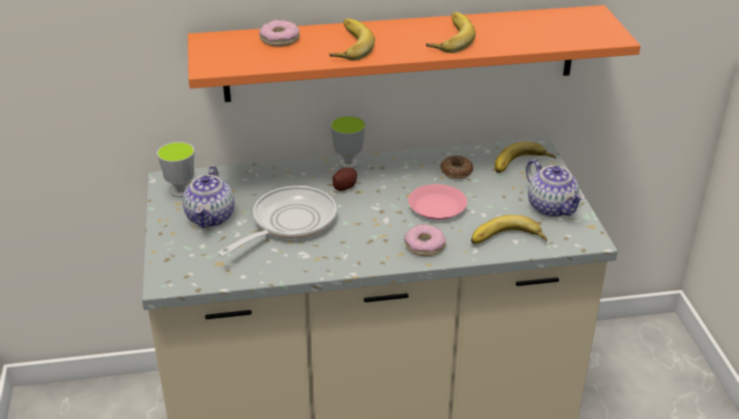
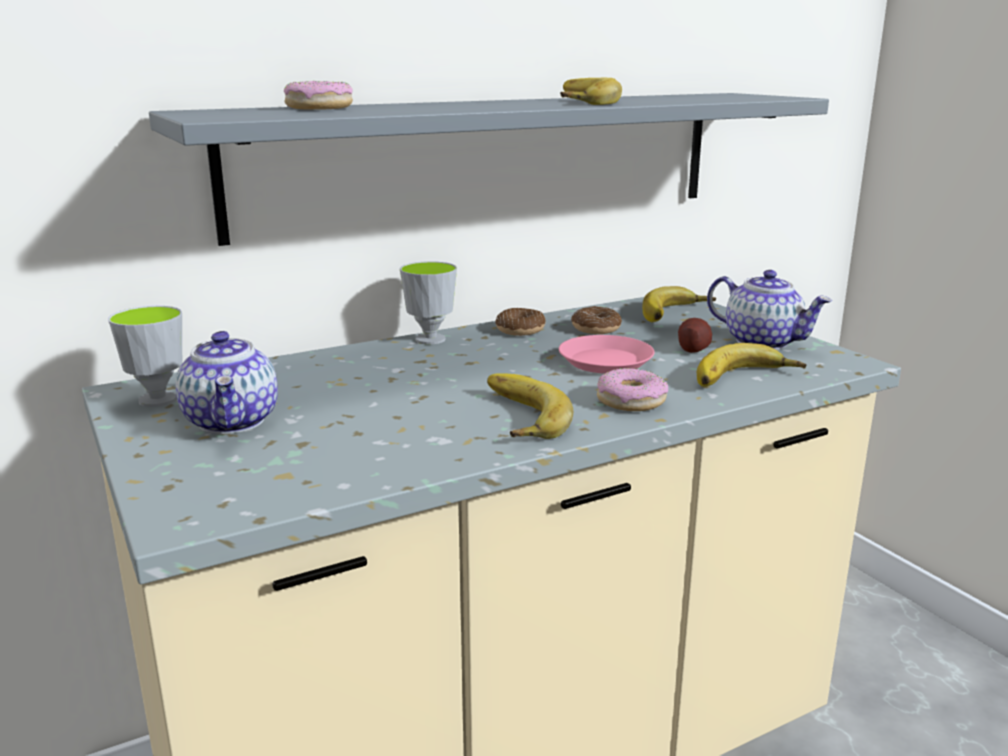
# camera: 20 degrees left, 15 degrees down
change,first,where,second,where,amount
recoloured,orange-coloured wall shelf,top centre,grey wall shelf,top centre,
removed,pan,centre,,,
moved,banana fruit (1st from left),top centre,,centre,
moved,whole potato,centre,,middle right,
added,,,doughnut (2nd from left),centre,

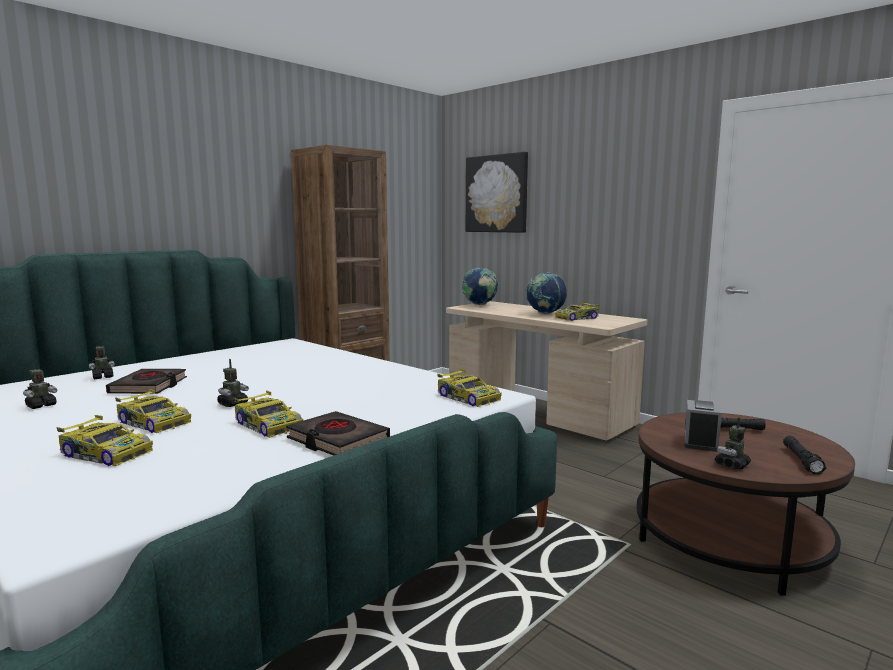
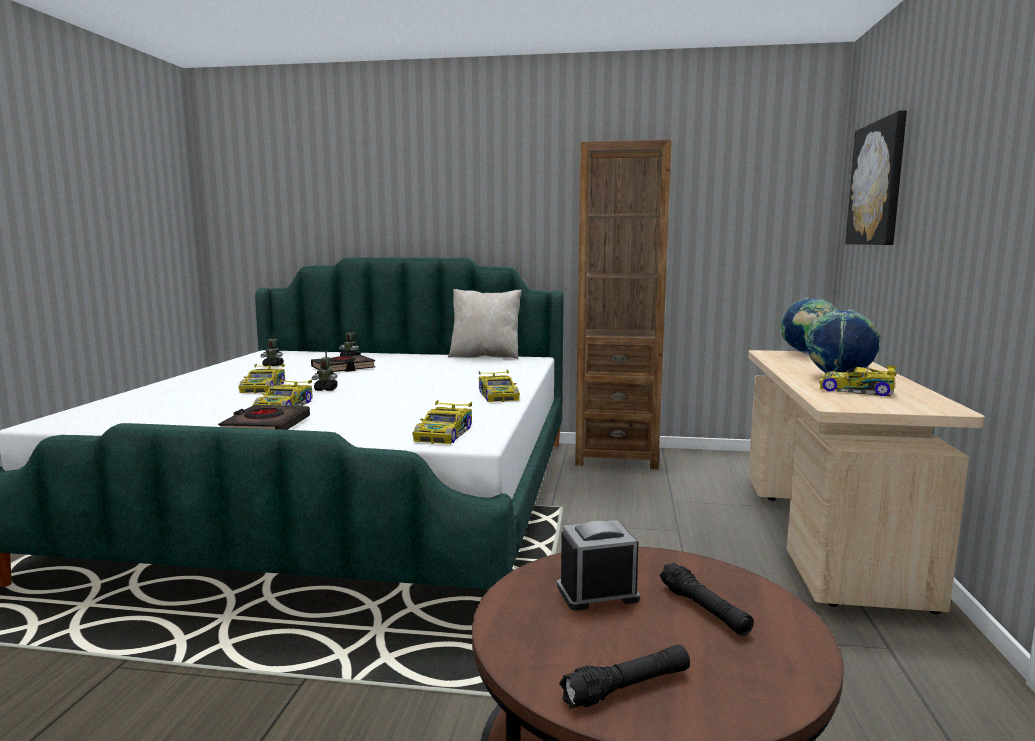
# camera: 55 degrees right, 0 degrees up
change,first,where,second,where,amount
moved,model car (1st from left in the first image),middle left,model car (4th from left),centre,
removed,robot figure (4th from left),middle right,,,
added,,,beige-coloured cushion,centre,

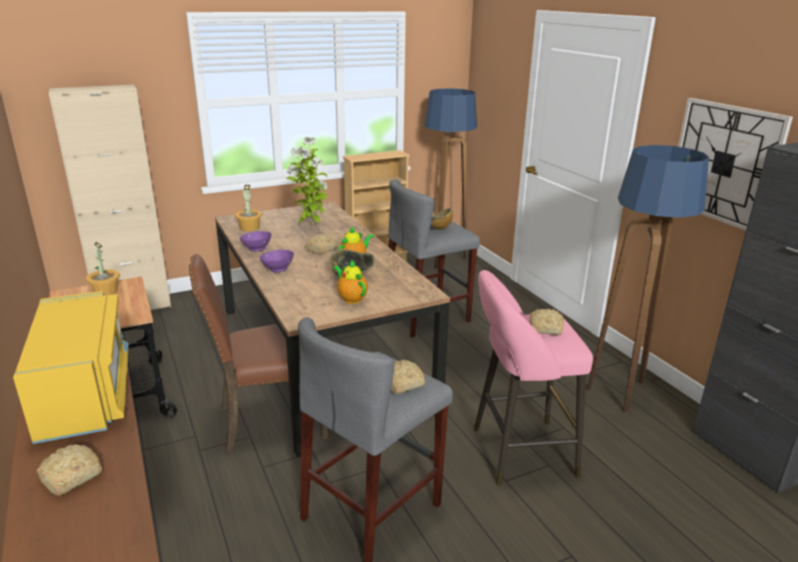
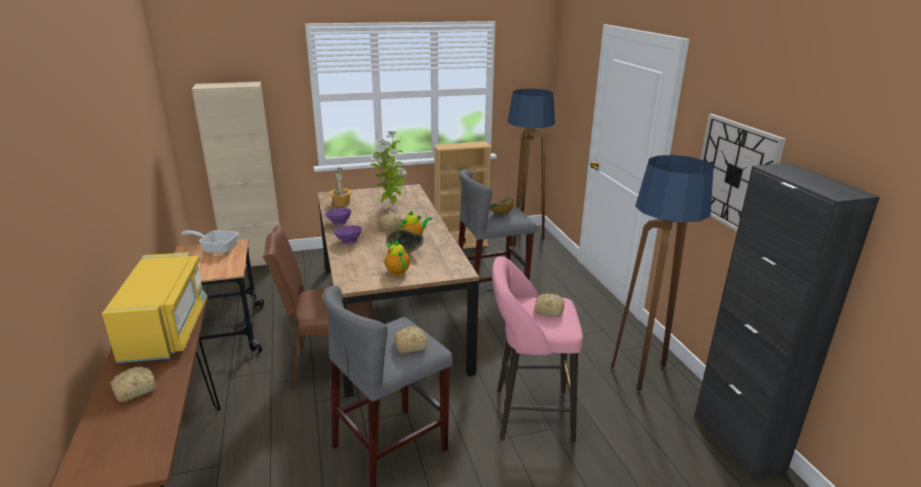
# camera: 10 degrees right, 0 degrees up
change,first,where,second,where,amount
replaced,plant in a pot (1st from left),middle left,pan,middle left,

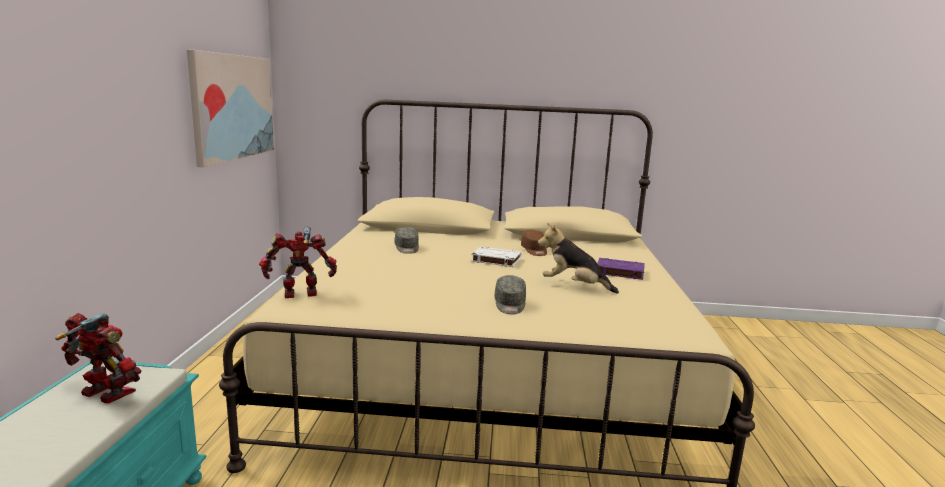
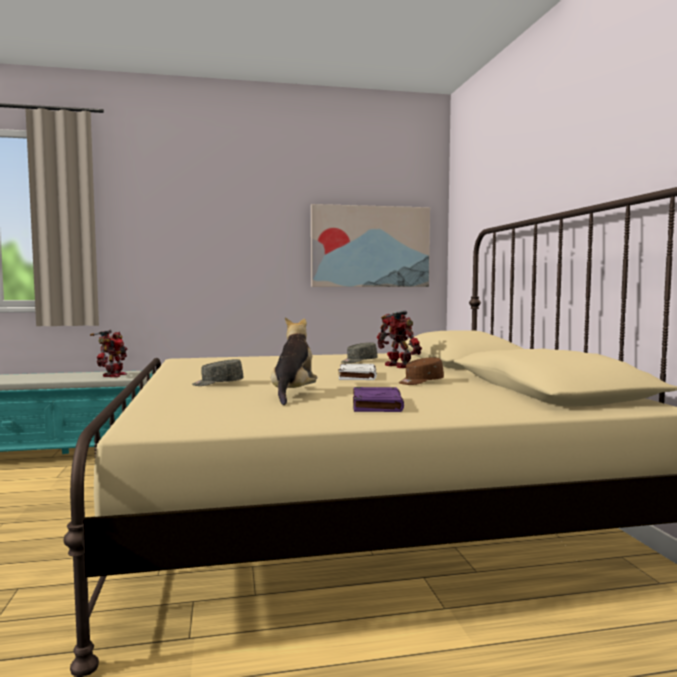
# camera: 75 degrees right, 10 degrees down
change,first,where,second,where,amount
moved,robot figure (2nd from left),middle left,,centre,

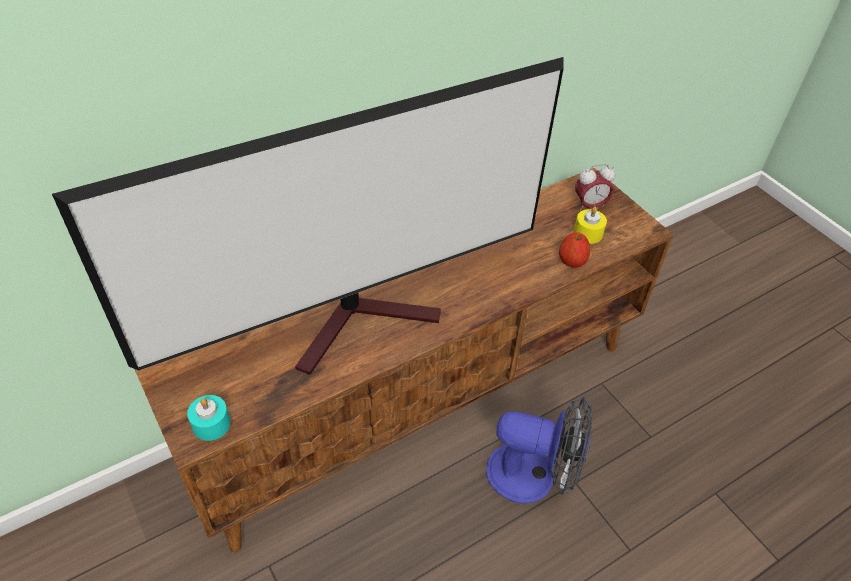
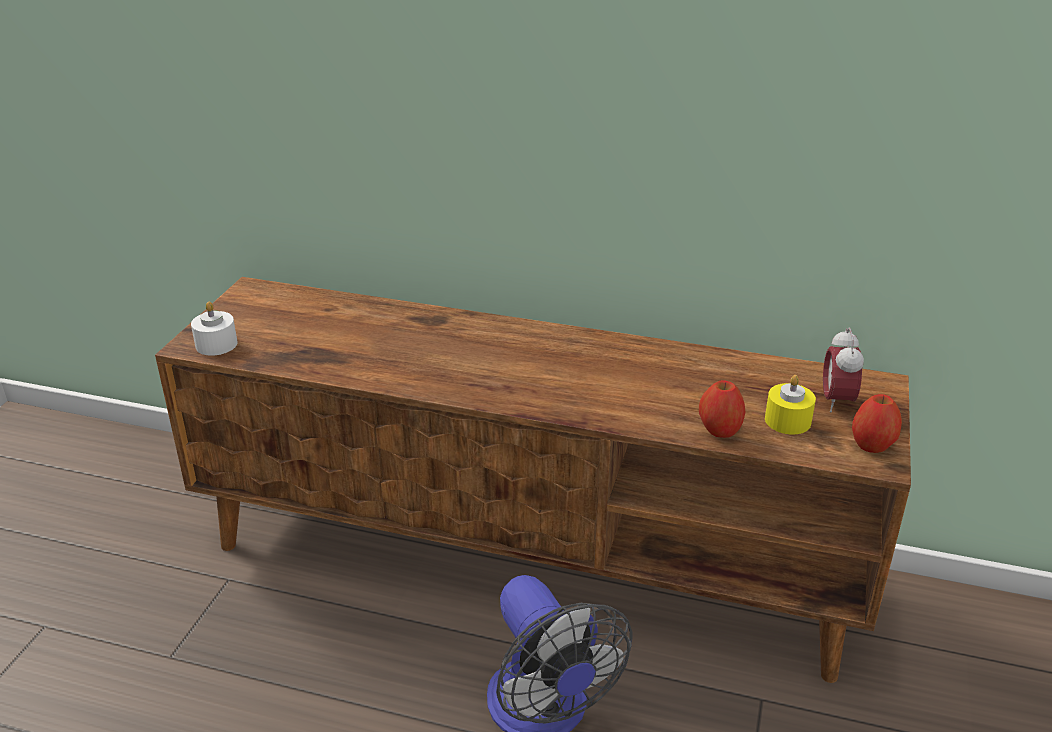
# camera: 50 degrees right, 15 degrees down
change,first,where,second,where,amount
removed,television,centre,,,
recoloured,turquoise-coloured wax light,bottom left,whitish wax light,middle left,
turned,alarm clock,top right,,middle right,60 degrees clockwise
added,,,whole apple (2nd from left),middle right,

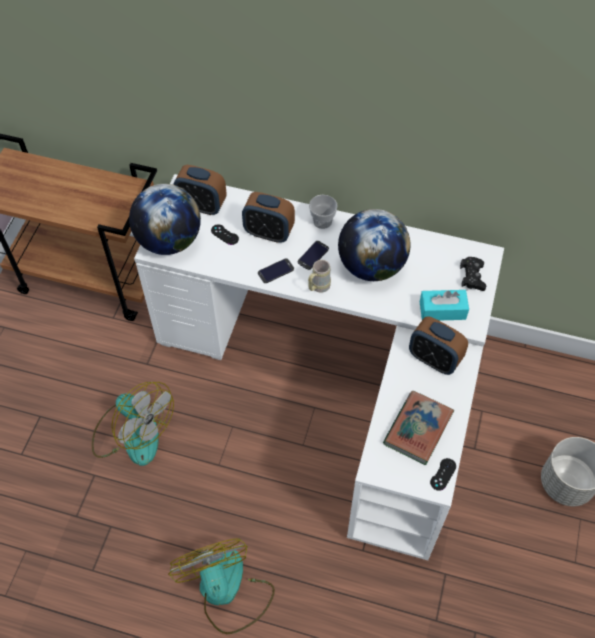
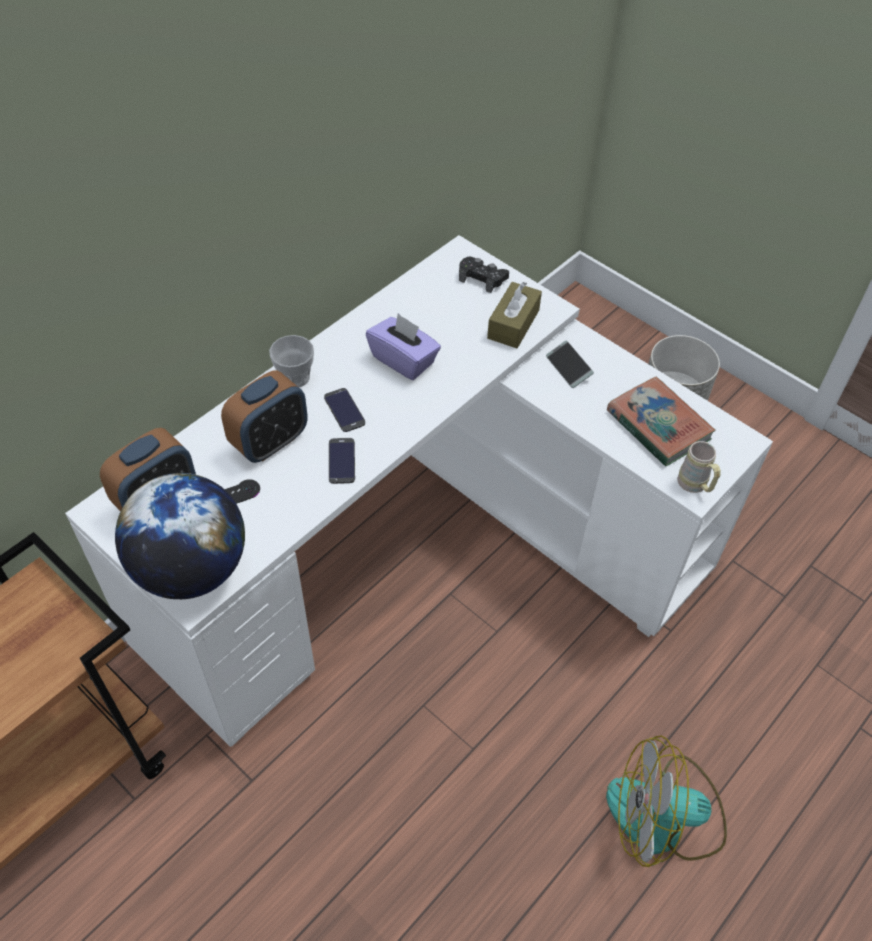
# camera: 65 degrees left, 5 degrees down
change,first,where,second,where,amount
removed,electric fan (1st from left),middle left,,,
moved,beige-coloured coffee mug,centre,,middle right,
replaced,world globe (2nd from left),centre,purplish tissue box,centre,
replaced,alarm clock (3rd from left),middle right,telephone (3rd from left),centre,
recoloured,turquoise-coloured tissue box,middle right,brownish tissue box,centre,
removed,black gamepad (2nd from left),bottom right,,,

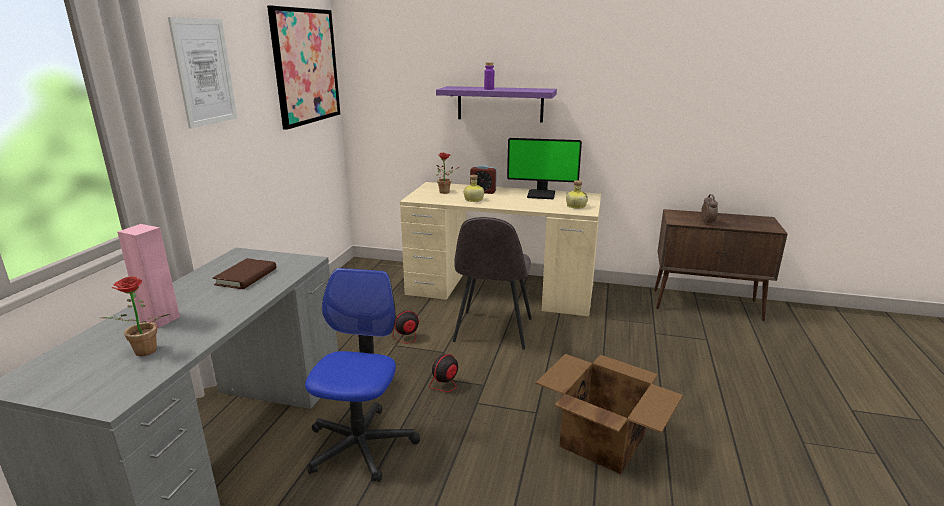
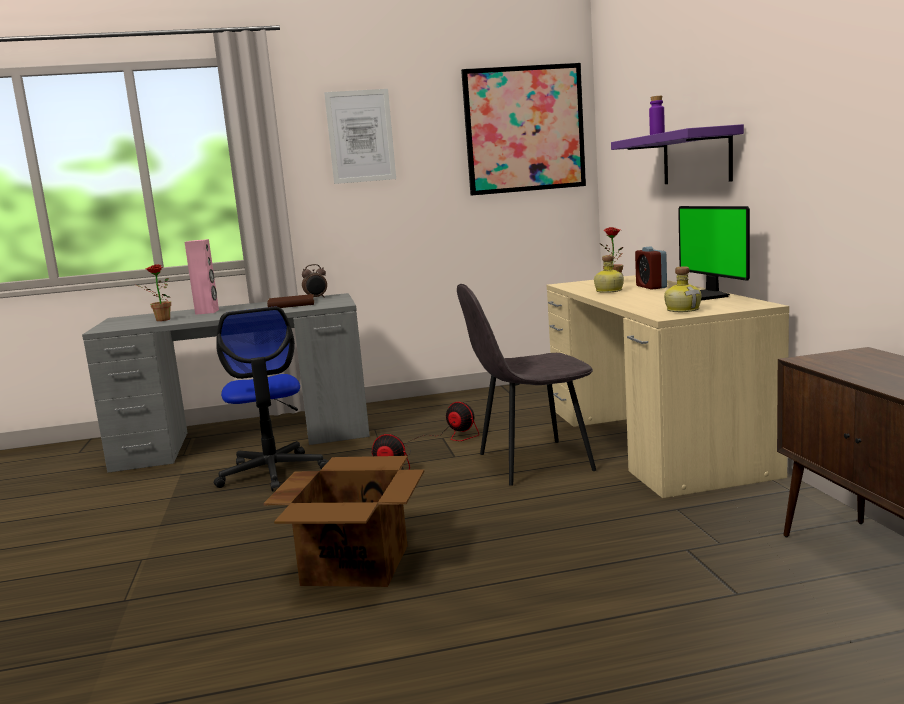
# camera: 65 degrees right, 10 degrees down
change,first,where,second,where,amount
turned,computer chair,bottom centre,,middle left,90 degrees clockwise
moved,alarm clock (2nd from left in the first image),middle right,alarm clock (1st from left),centre,

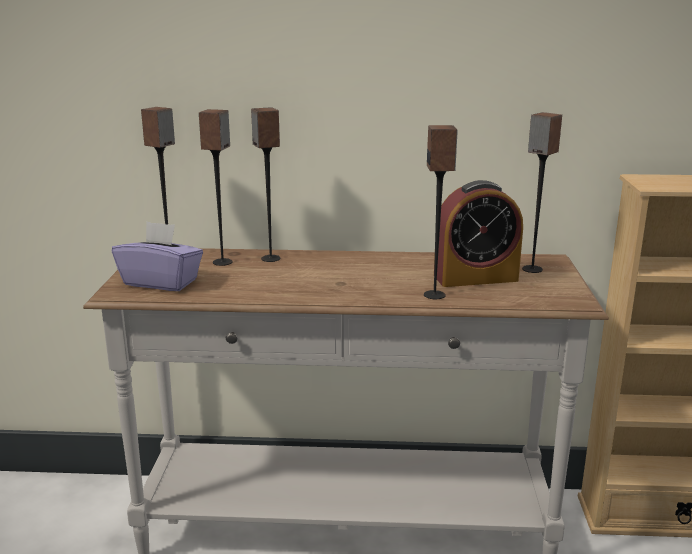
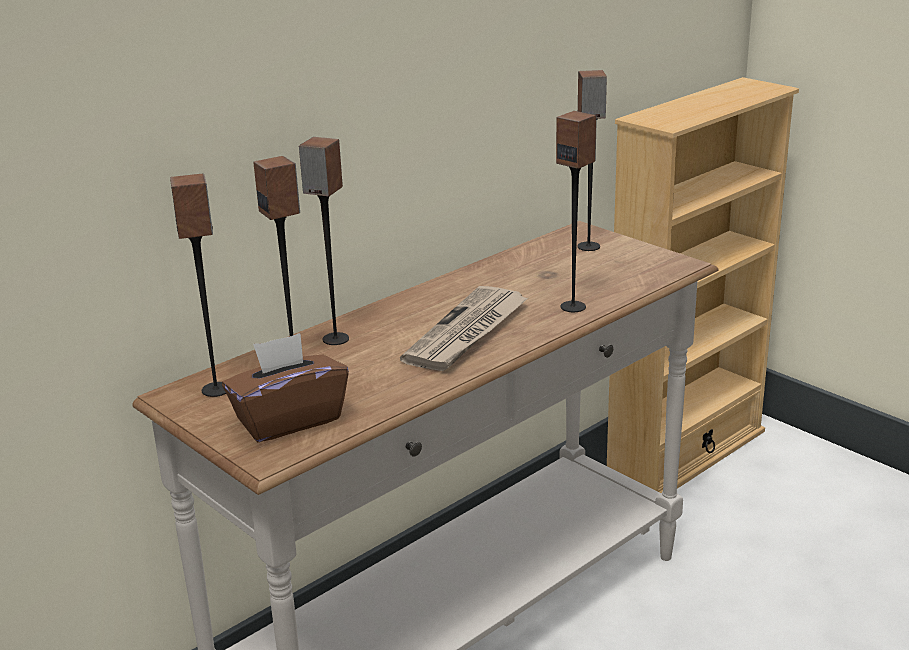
# camera: 45 degrees left, 5 degrees up
change,first,where,second,where,amount
recoloured,purplish tissue box,middle left,brownish tissue box,middle left,
removed,alarm clock,middle right,,,
added,,,printed paper,centre,

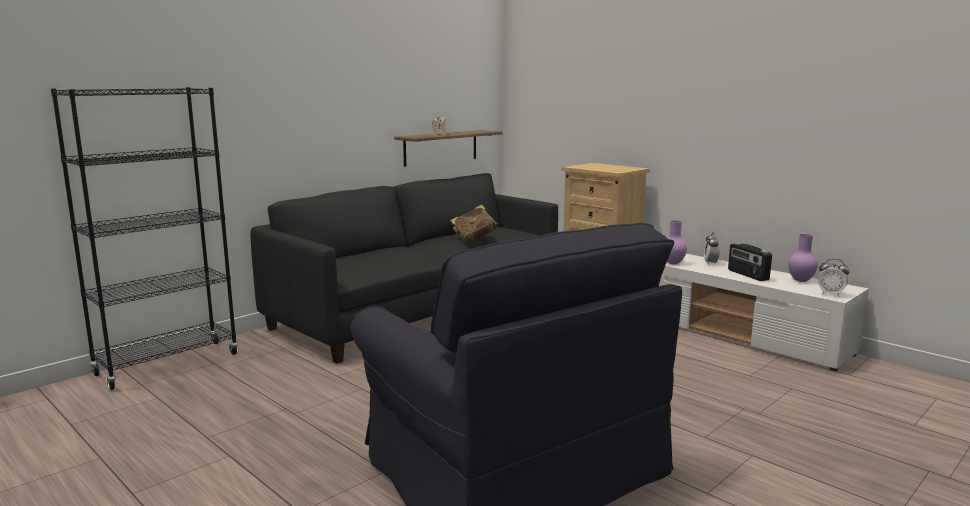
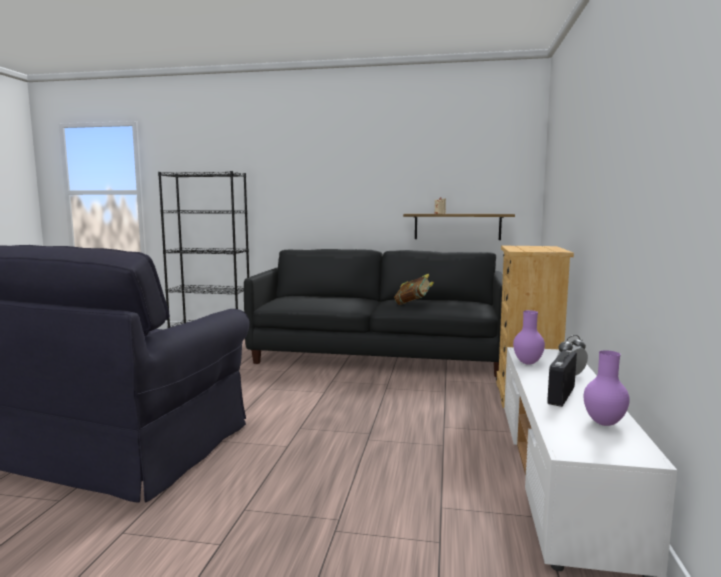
# camera: 55 degrees right, 5 degrees down
change,first,where,second,where,amount
removed,alarm clock (2nd from left),middle right,,,

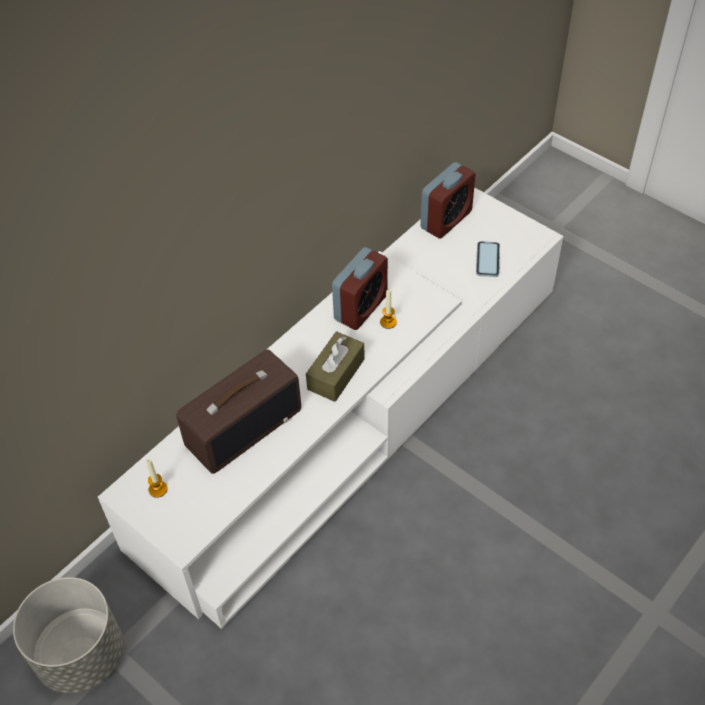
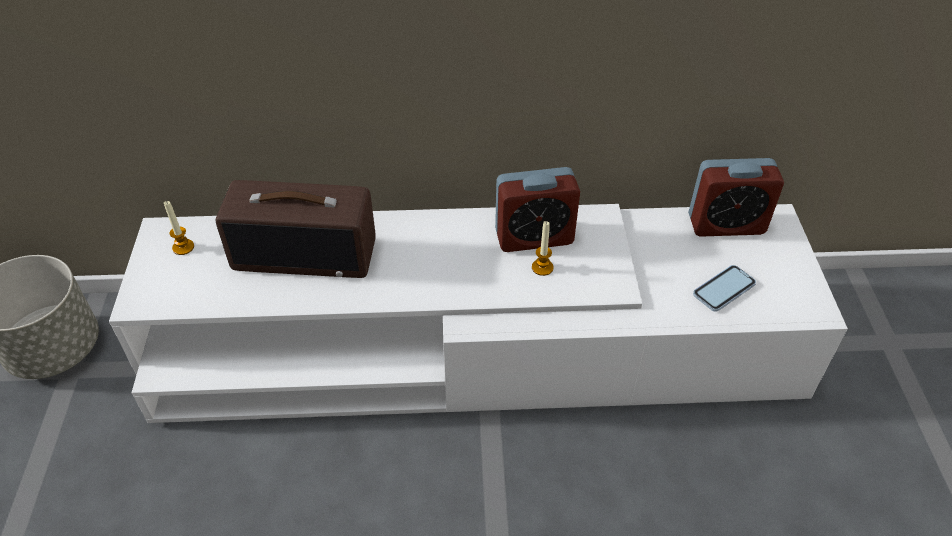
# camera: 45 degrees right, 5 degrees down
change,first,where,second,where,amount
removed,brownish tissue box,centre,,,

